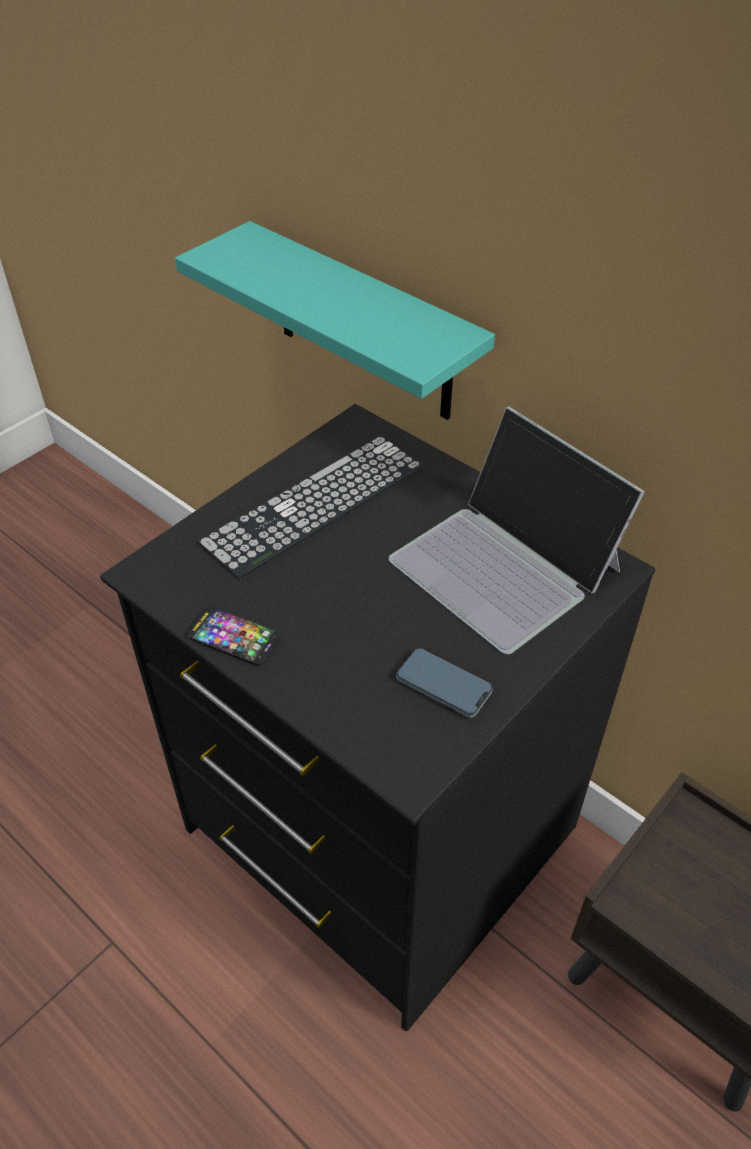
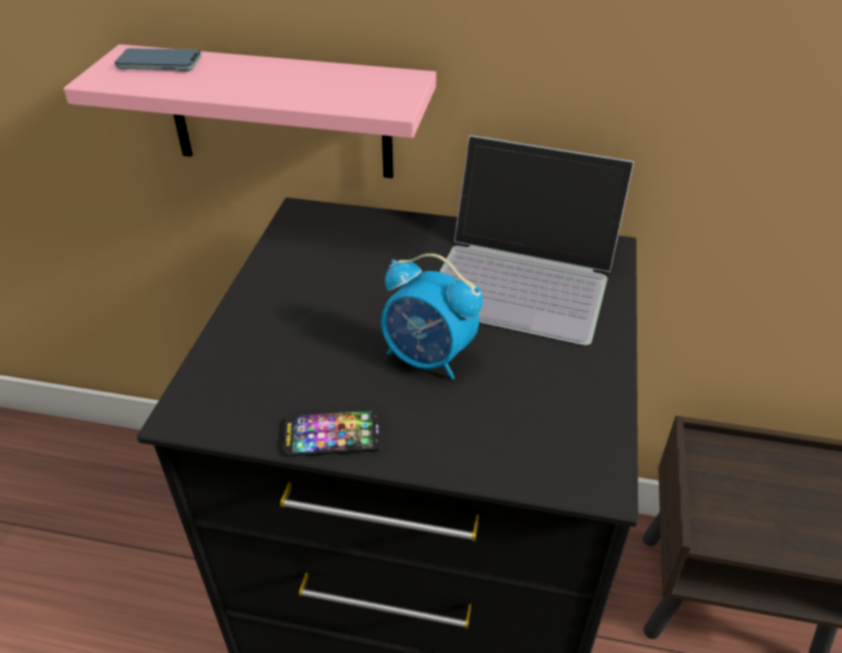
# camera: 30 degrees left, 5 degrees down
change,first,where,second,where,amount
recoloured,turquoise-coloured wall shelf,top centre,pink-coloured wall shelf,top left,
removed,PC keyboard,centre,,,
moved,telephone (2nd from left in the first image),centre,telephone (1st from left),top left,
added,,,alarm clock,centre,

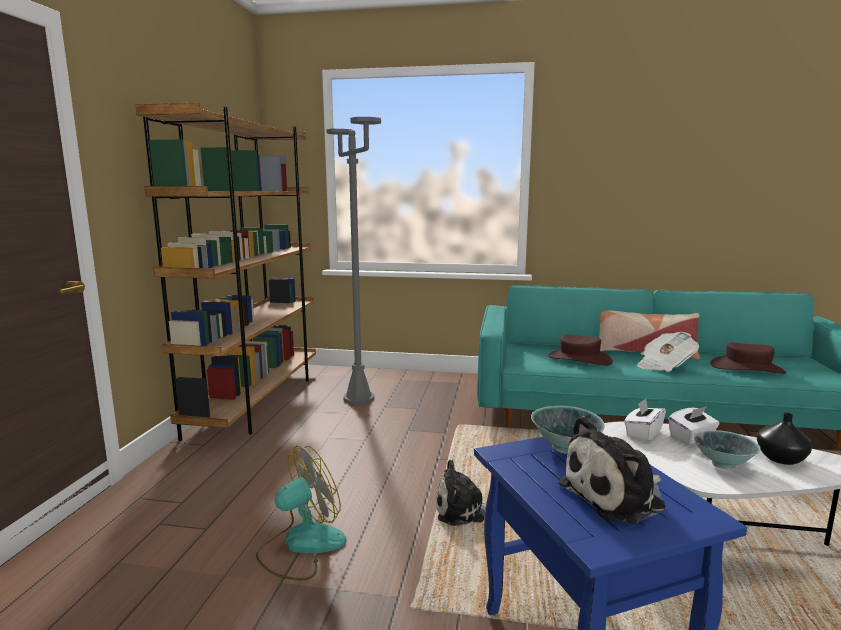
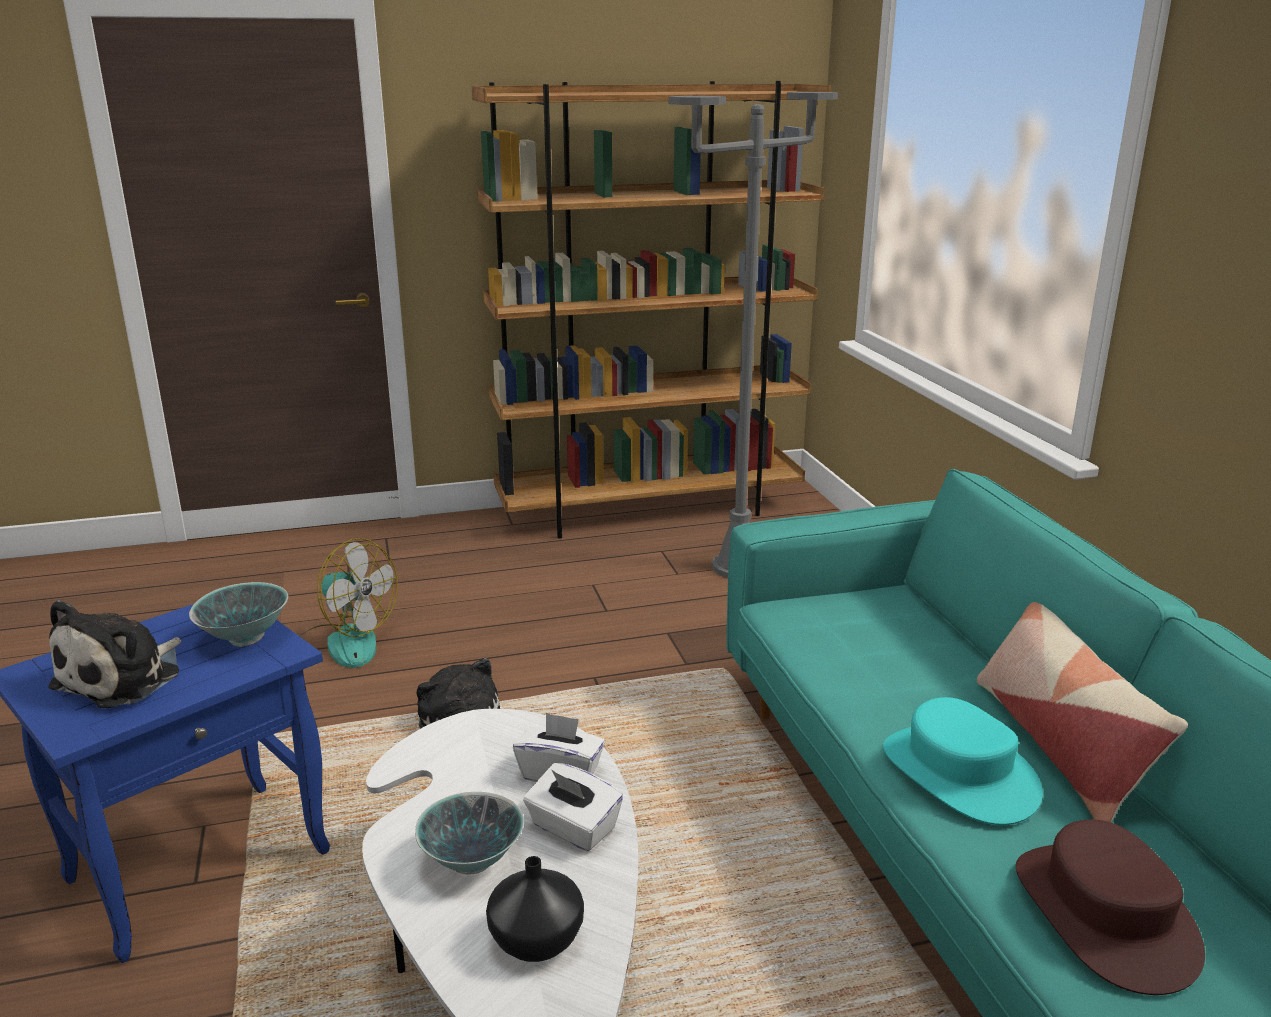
# camera: 65 degrees right, 10 degrees up
change,first,where,second,where,amount
removed,brownish hat (1st from left),middle right,,,
turned,plush toy (2nd from left in the first image),bottom right,plush toy (1st from left),middle left,105 degrees counterclockwise
replaced,printed paper,middle right,turquoise-coloured hat,bottom right,

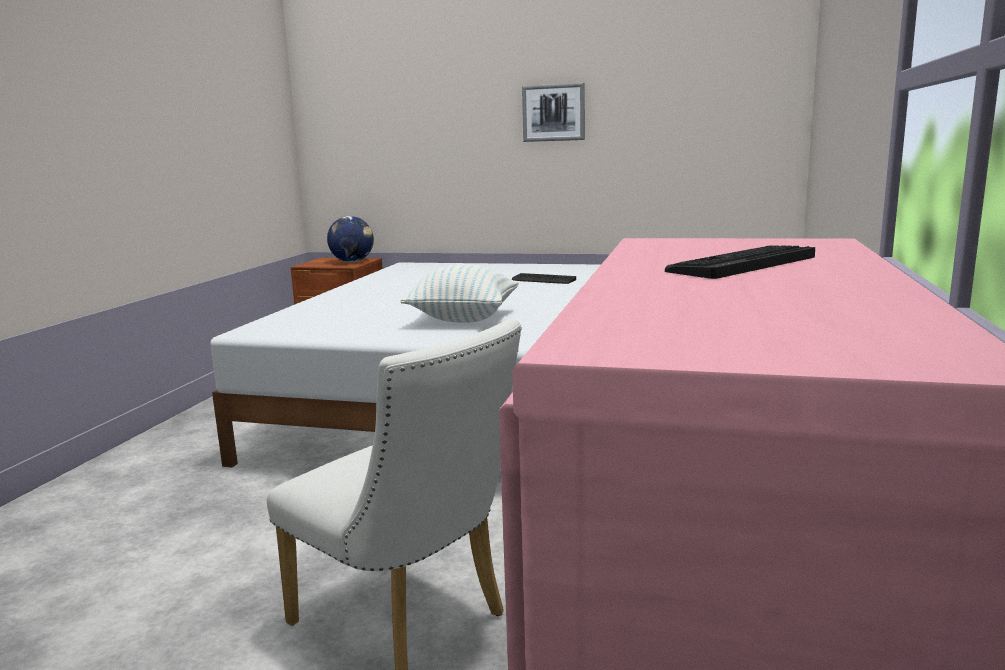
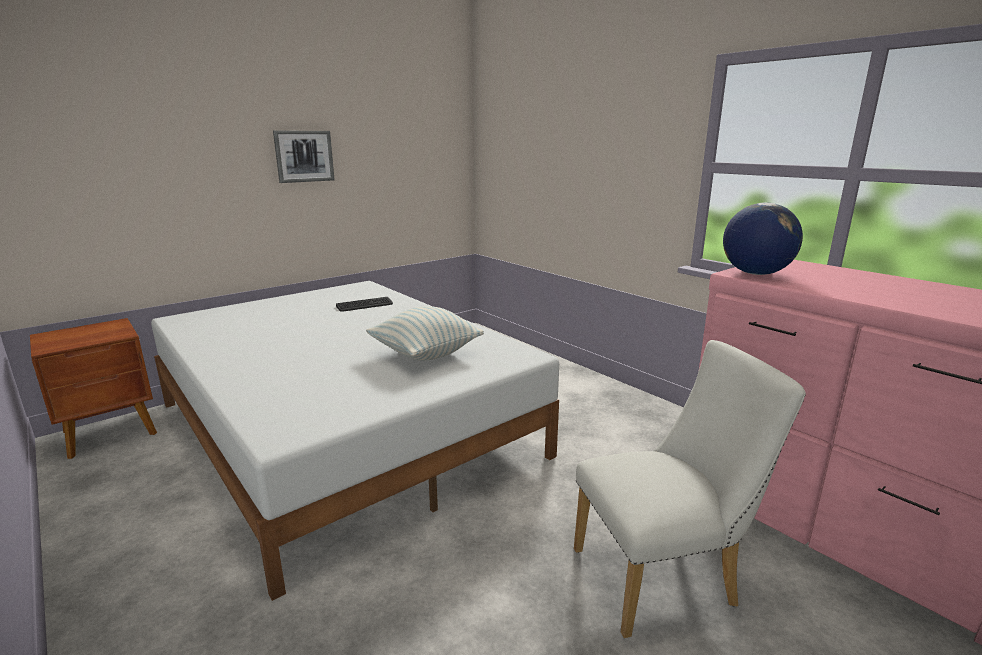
# camera: 55 degrees left, 5 degrees up
change,first,where,second,where,amount
moved,world globe,centre,,middle right,
removed,PC keyboard (2nd from left),middle right,,,

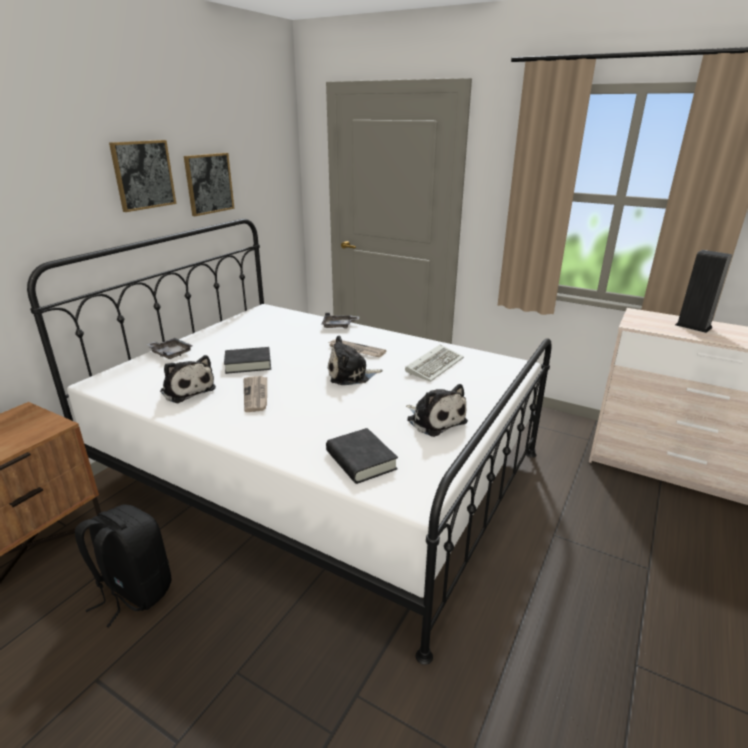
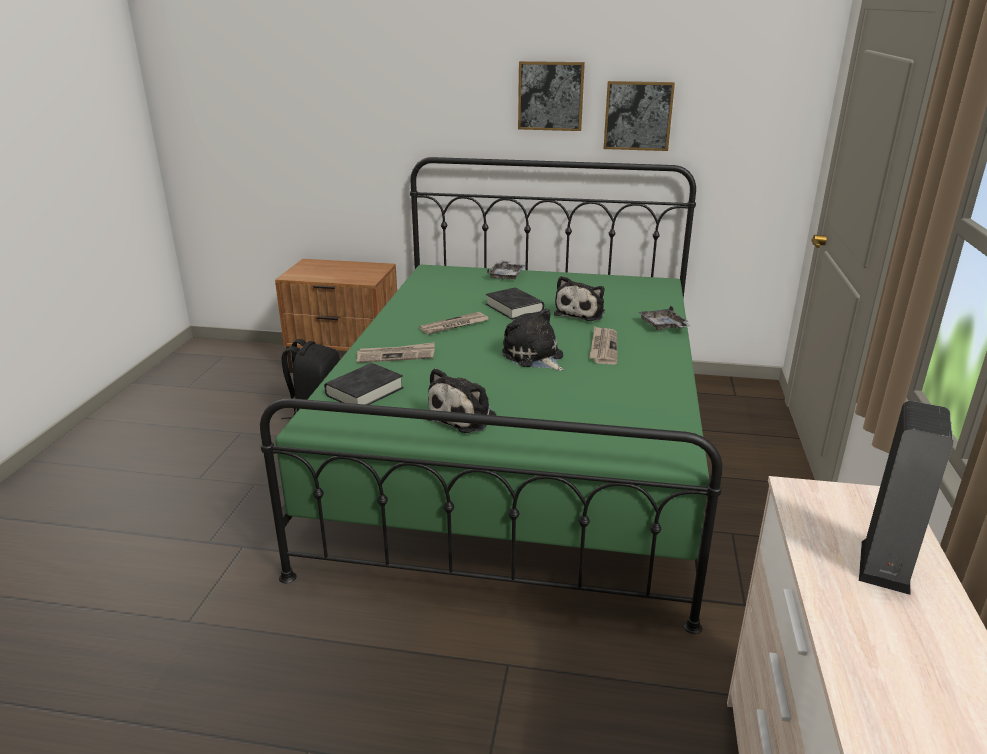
# camera: 70 degrees right, 0 degrees up
change,first,where,second,where,amount
recoloured,whitish sleeping bed,centre,green sleeping bed,centre,
moved,plush toy (1st from left in the first image),middle left,plush toy (3rd from left),centre,
removed,PC keyboard,centre,,,
added,,,printed paper (1st from left),centre,

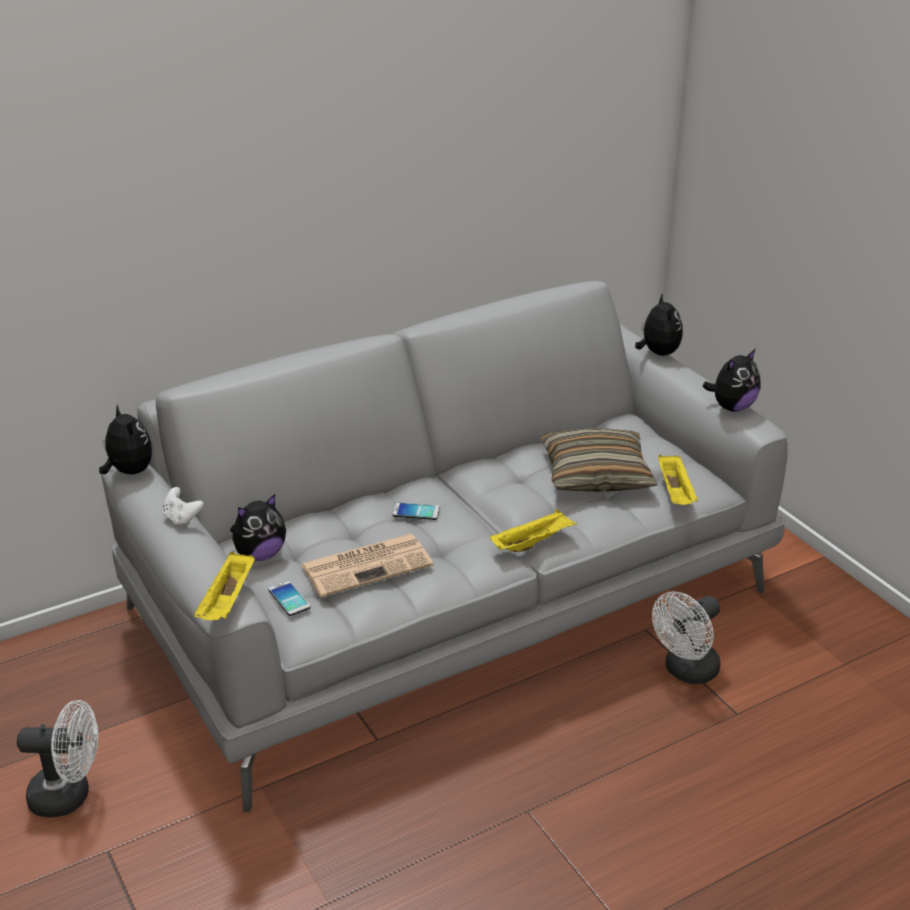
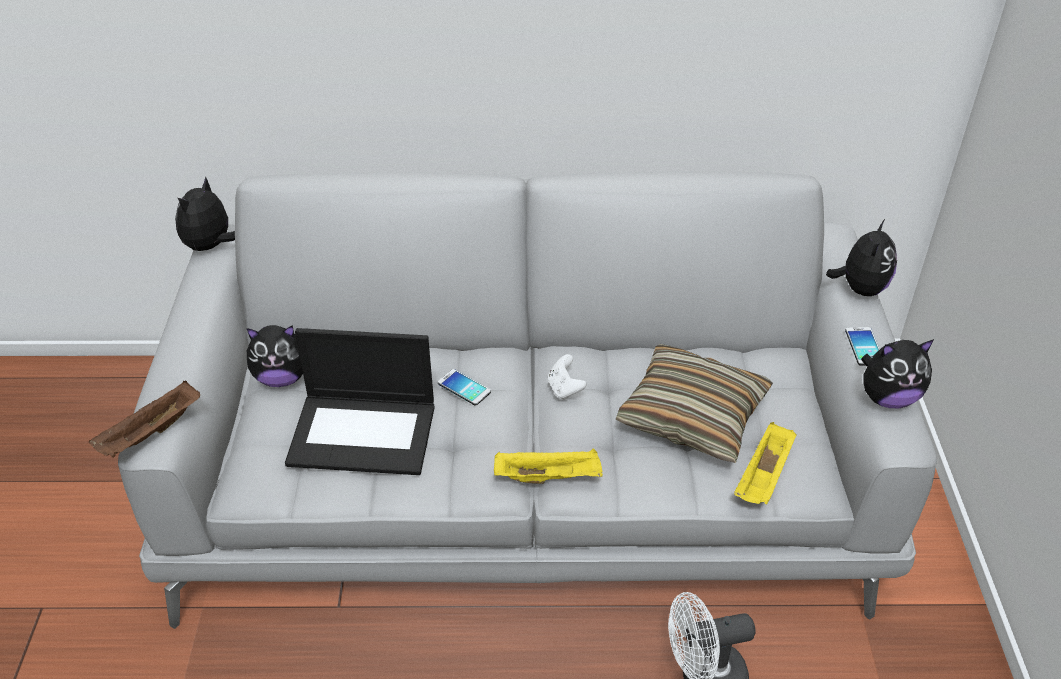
# camera: 30 degrees right, 10 degrees up
change,first,where,second,where,amount
removed,whitish electric fan (1st from left),bottom left,,,
turned,plush toy (1st from left),middle left,,top left,150 degrees counterclockwise
moved,whitish gamepad,middle left,,centre,
recoloured,yellowish serving tray (1st from left),middle left,brownish serving tray,middle left,
moved,telephone (1st from left in the first image),middle left,telephone (2nd from left),middle right,
replaced,printed paper,centre,laptop,centre,

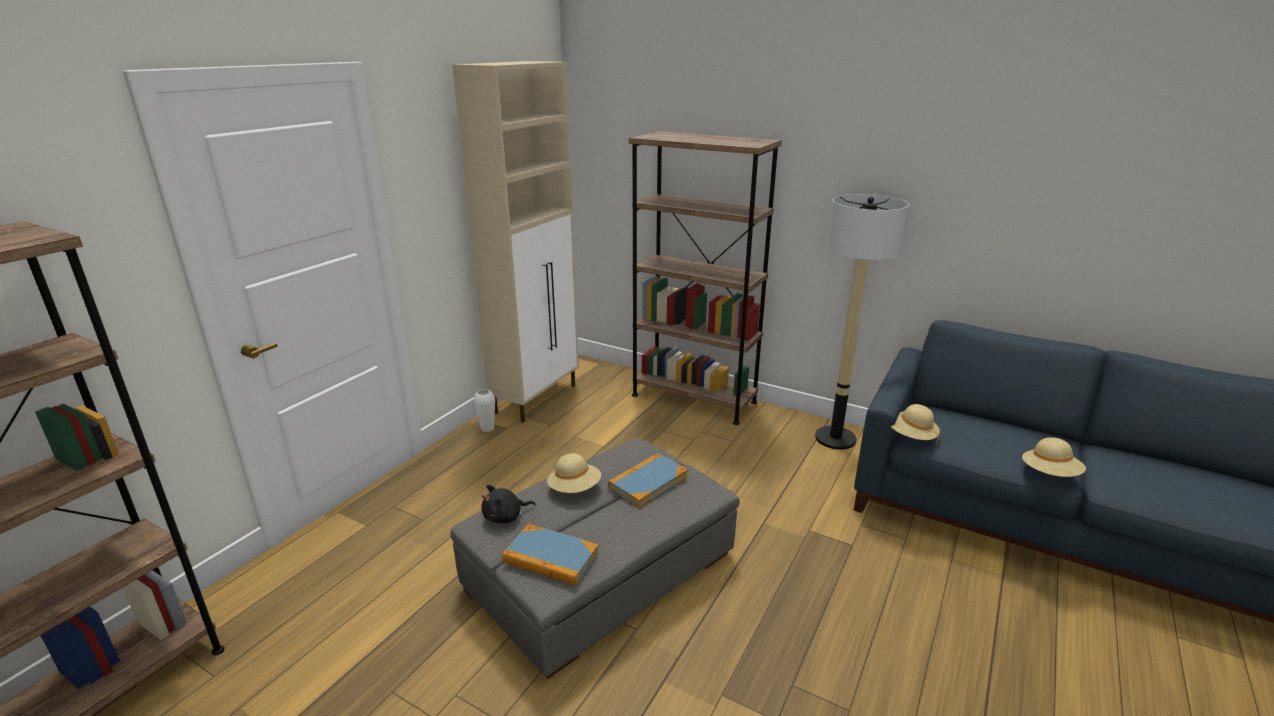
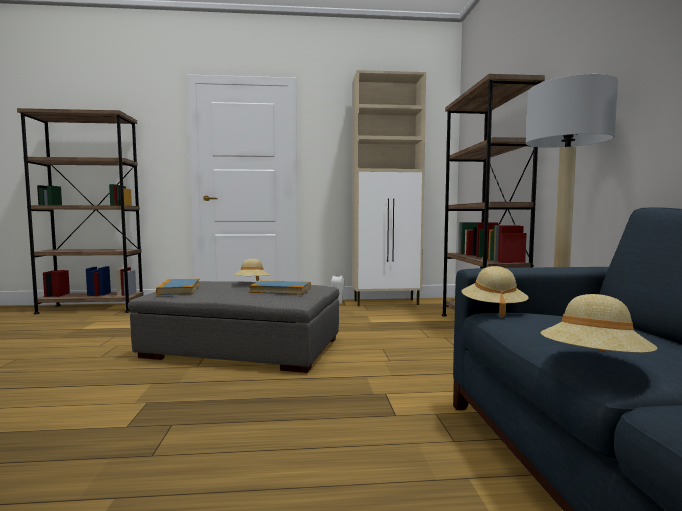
# camera: 55 degrees right, 20 degrees down
change,first,where,second,where,amount
removed,black plush toy,bottom centre,,,

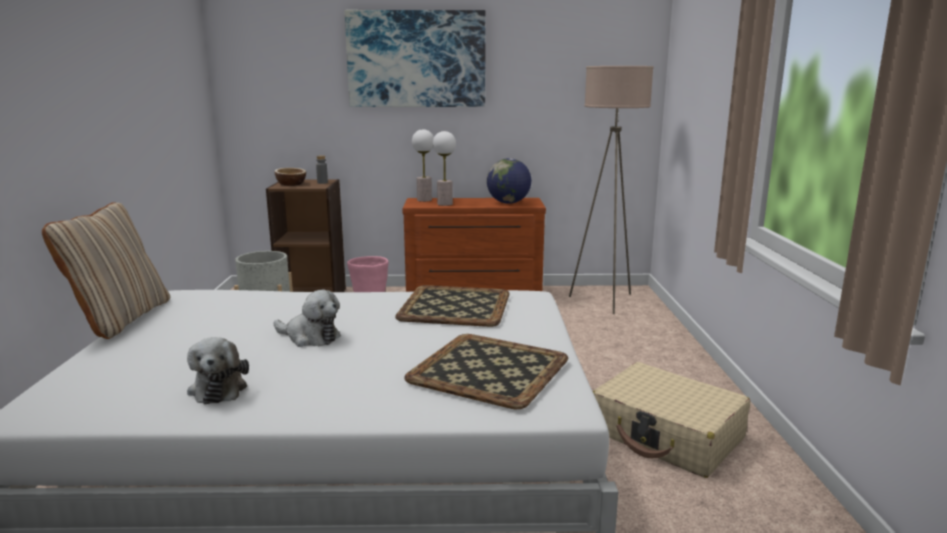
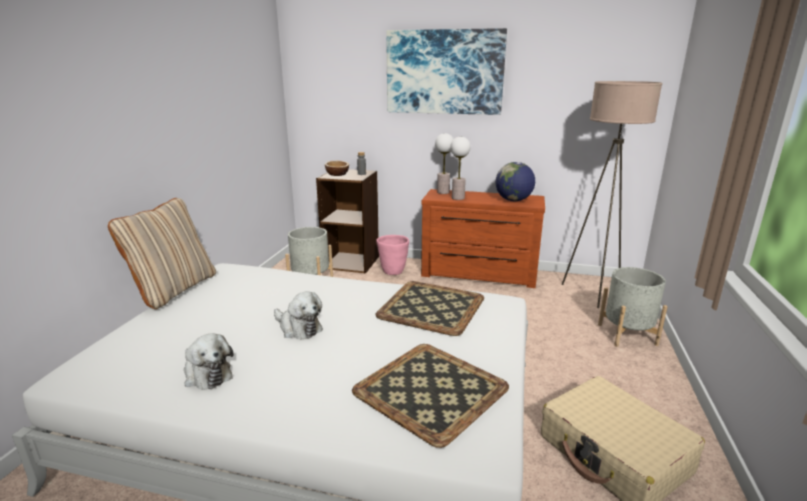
# camera: 15 degrees right, 5 degrees up
change,first,where,second,where,amount
turned,plush toy (1st from left),bottom left,,bottom left,45 degrees counterclockwise
added,,,grey planter (2nd from left),middle right,

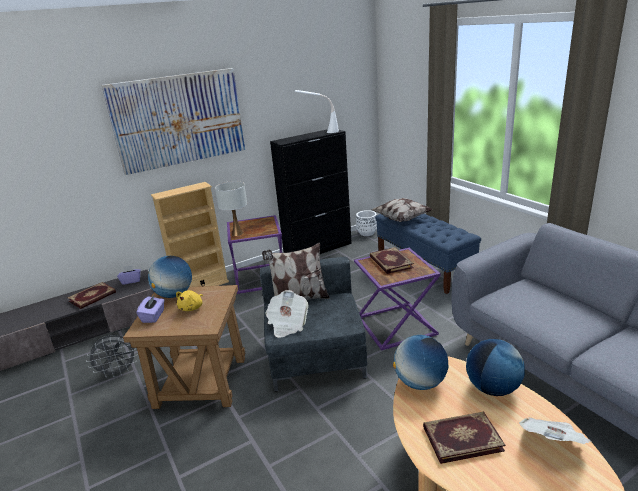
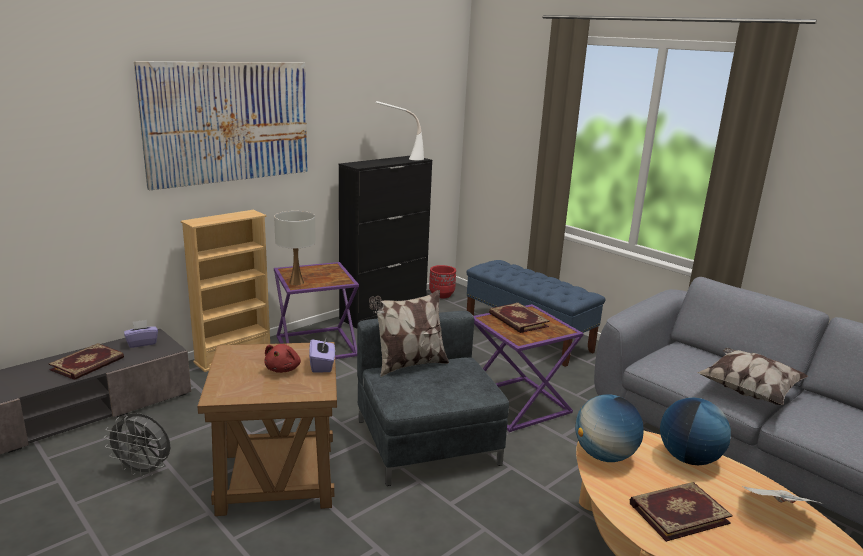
# camera: 15 degrees left, 5 degrees down
change,first,where,second,where,amount
turned,grey electric fan,bottom left,,bottom left,45 degrees clockwise
moved,purplish tissue box (2nd from left),middle left,,centre,
removed,world globe (1st from left),middle left,,,
recoloured,yellowish plush toy,middle left,red-coloured plush toy,middle left,
removed,printed paper (1st from left),centre,,,
recoloured,whitish planter,centre,red-coloured planter,centre,
moved,cushion (2nd from left),centre,,bottom right,

